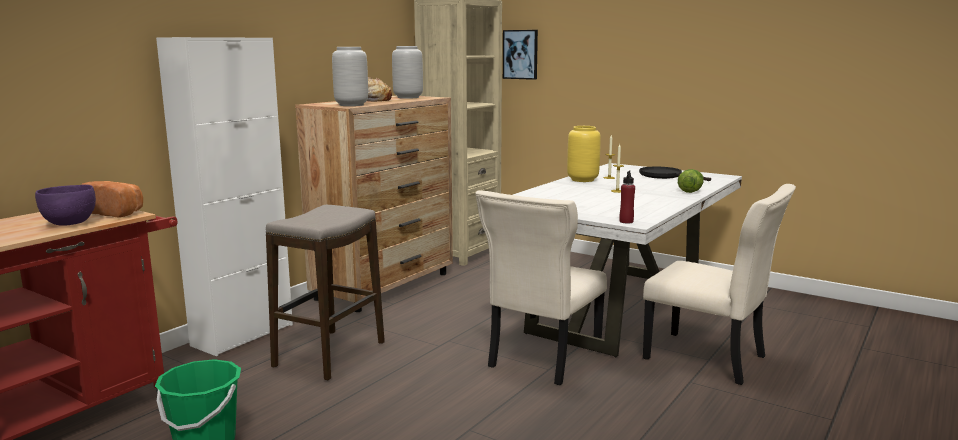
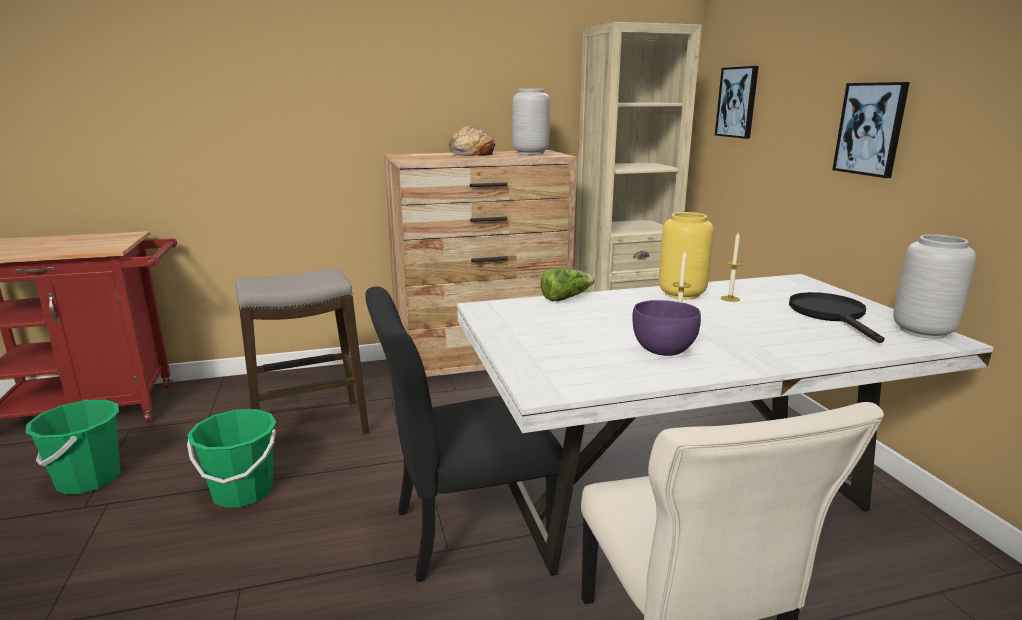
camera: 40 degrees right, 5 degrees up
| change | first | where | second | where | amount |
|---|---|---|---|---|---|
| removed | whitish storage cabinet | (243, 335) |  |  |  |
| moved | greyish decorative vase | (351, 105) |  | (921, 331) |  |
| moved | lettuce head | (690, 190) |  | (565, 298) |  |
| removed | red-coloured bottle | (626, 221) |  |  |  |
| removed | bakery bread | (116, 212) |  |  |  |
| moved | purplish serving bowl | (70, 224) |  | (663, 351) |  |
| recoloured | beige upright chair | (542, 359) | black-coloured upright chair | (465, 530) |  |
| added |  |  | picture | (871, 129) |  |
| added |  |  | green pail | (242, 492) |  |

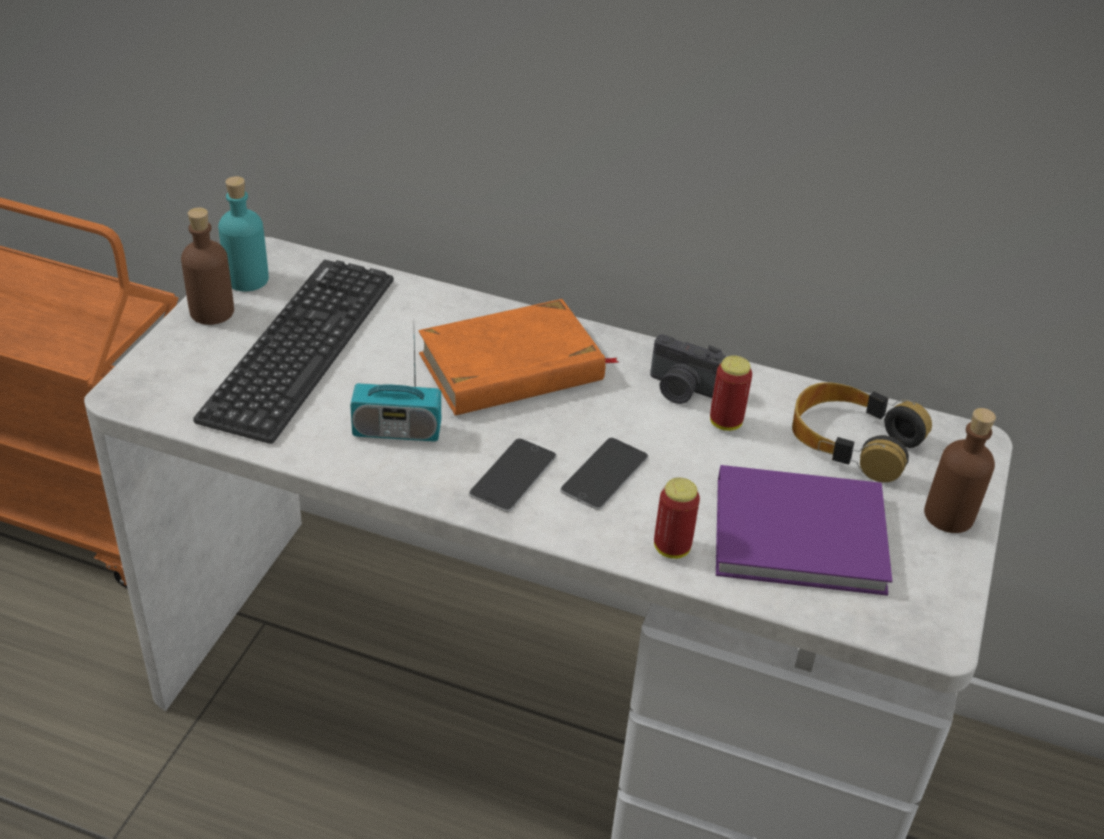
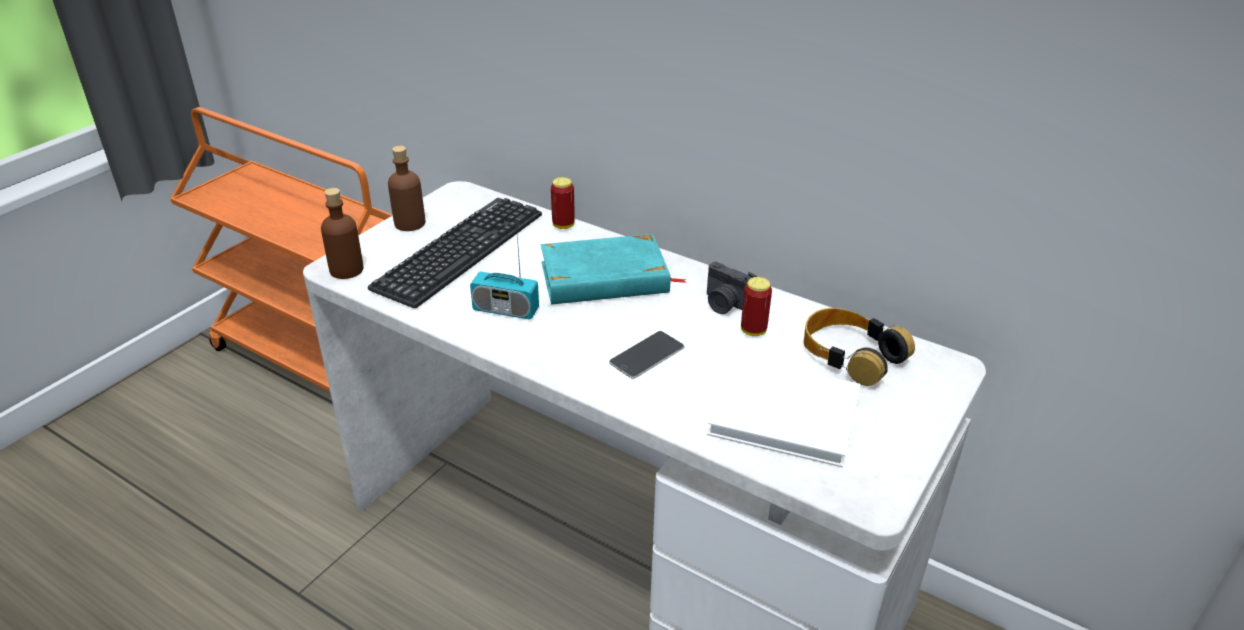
camera: 15 degrees right, 5 degrees down
| change | first | where | second | where | amount |
|---|---|---|---|---|---|
| removed | turquoise bottle | (247, 279) |  |  |  |
| recoloured | orangey book | (512, 368) | turquoise book | (605, 278) |  |
| moved | brown-coloured bottle | (949, 515) |  | (346, 270) |  |
| removed | phone | (513, 475) |  |  |  |
| recoloured | purplish book | (805, 535) | whitish book | (789, 416) |  |
| moved | sealed can | (671, 548) |  | (563, 225) |  |

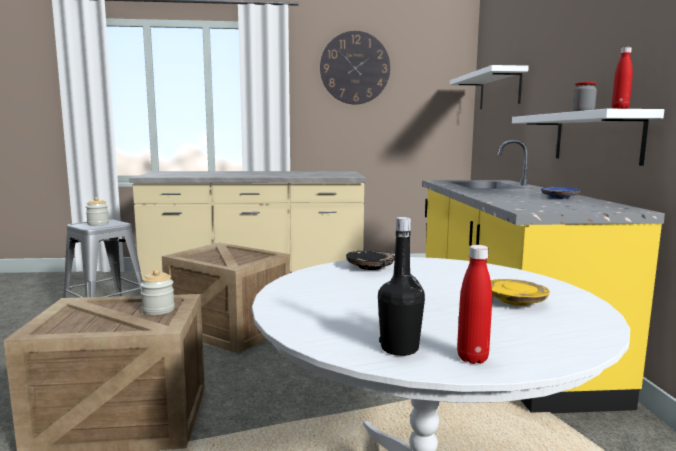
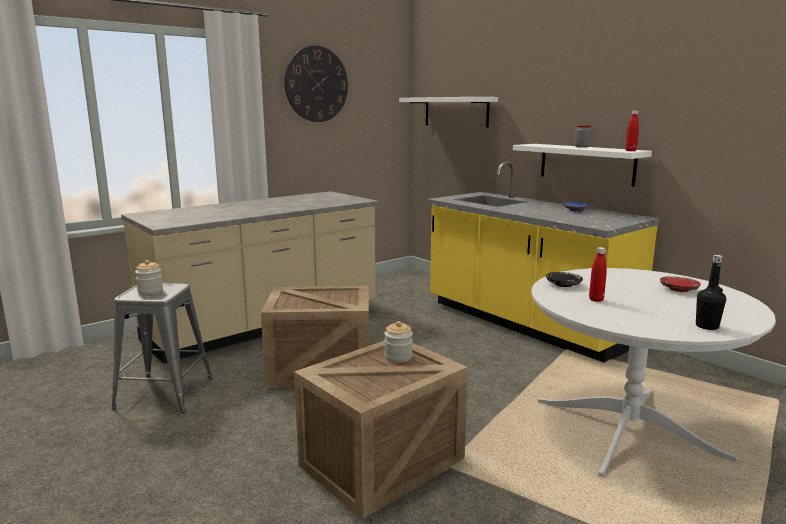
camera: 35 degrees left, 5 degrees up
| change | first | where | second | where | amount |
|---|---|---|---|---|---|
| moved | red-coloured bottle | (472, 358) |  | (596, 300) |  |
| recoloured | yellow plate | (515, 301) | red-coloured plate | (678, 289) |  |

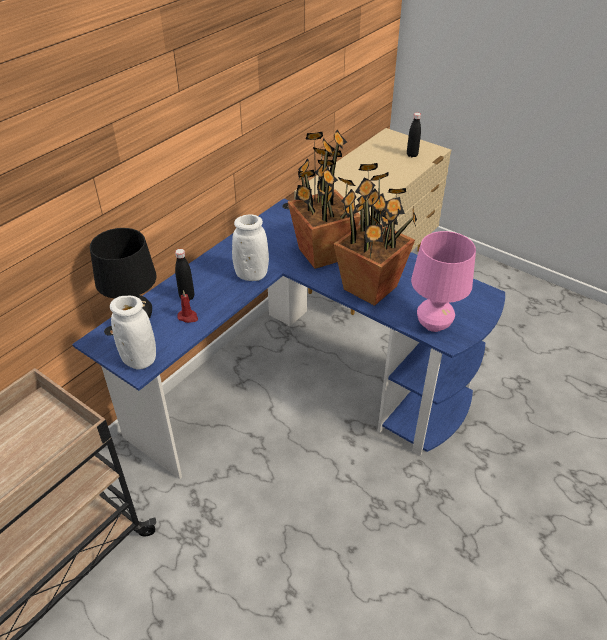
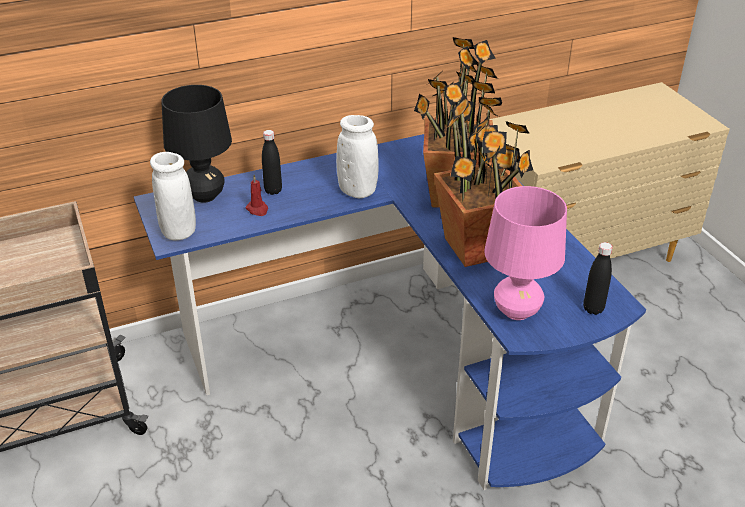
camera: 30 degrees right, 5 degrees down
| change | first | where | second | where | amount |
|---|---|---|---|---|---|
| moved | black-coloured bottle | (412, 155) |  | (593, 309) |  |

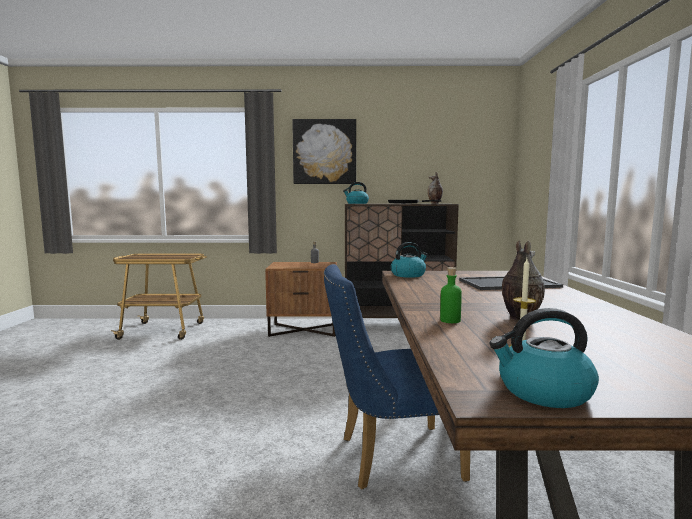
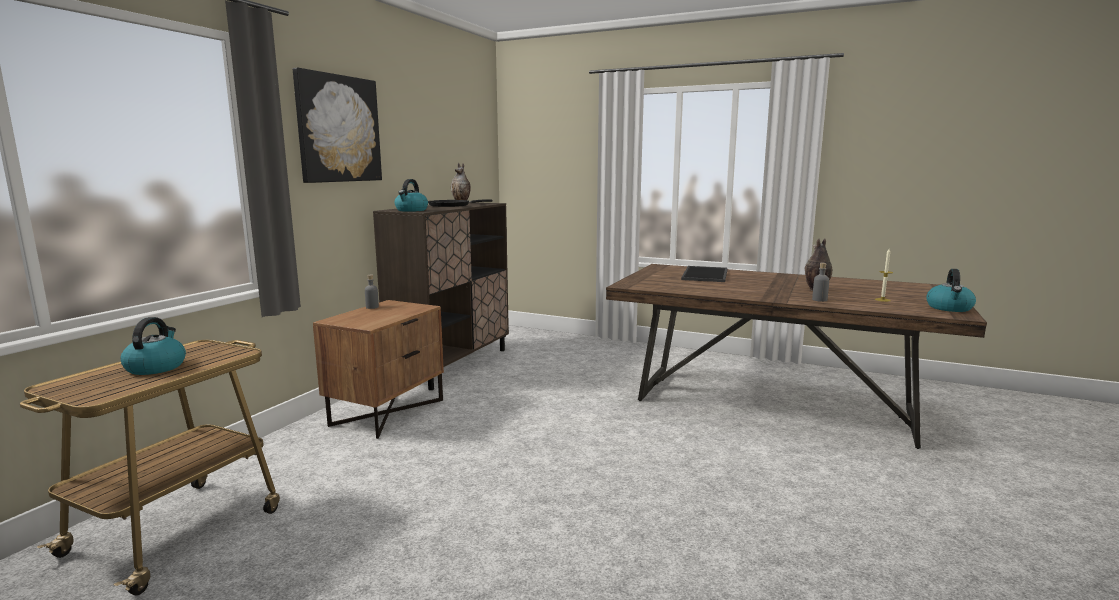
camera: 65 degrees left, 5 degrees up
| change | first | where | second | where | amount |
|---|---|---|---|---|---|
| moved | tea kettle | (408, 275) |  | (156, 367) |  |
| removed | bluish upright chair | (390, 457) |  |  |  |
| recoloured | green bottle | (450, 320) | greyish bottle | (819, 300) |  |

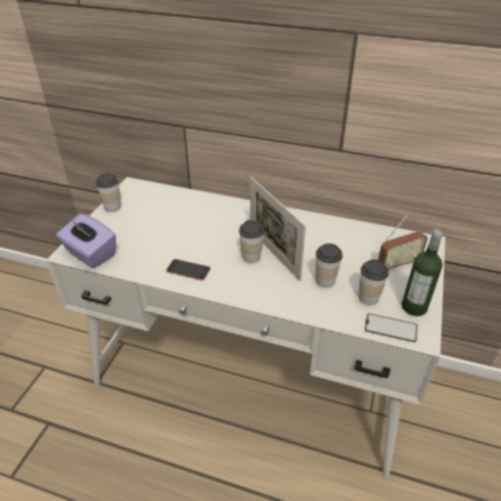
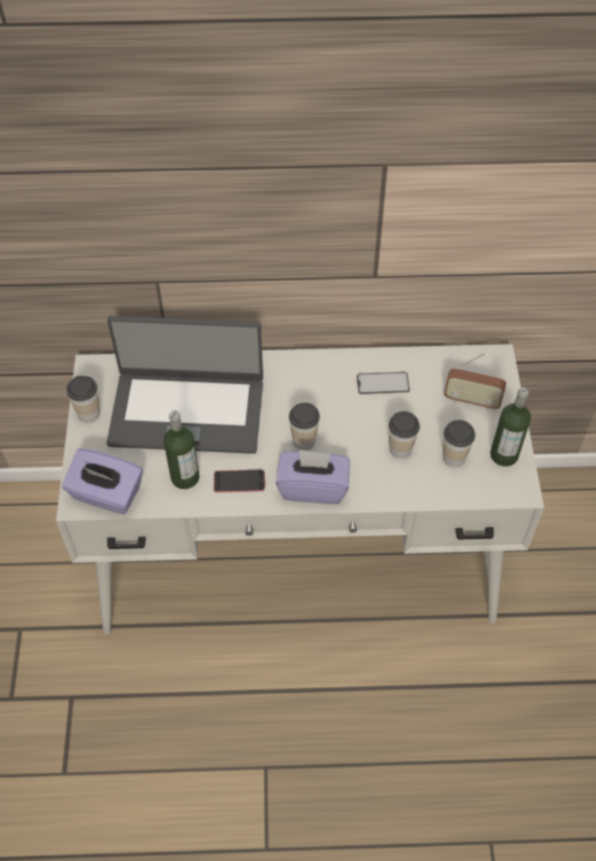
camera: 20 degrees left, 15 degrees up
| change | first | where | second | where | amount |
|---|---|---|---|---|---|
| removed | photo frame | (274, 253) |  |  |  |
| turned | radio set | (398, 264) |  | (471, 401) | 60 degrees clockwise |
| moved | phone | (390, 328) |  | (383, 383) |  |
| added |  |  | laptop | (187, 411) |  |
| added |  |  | bottle | (185, 477) |  |
| added |  |  | purplish tissue holder | (313, 487) |  |

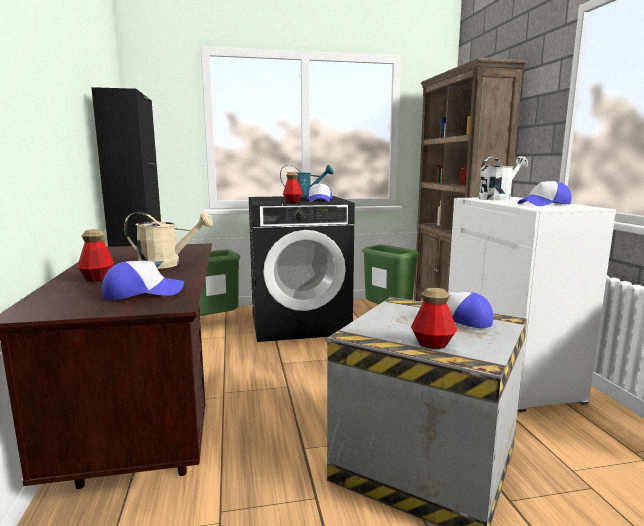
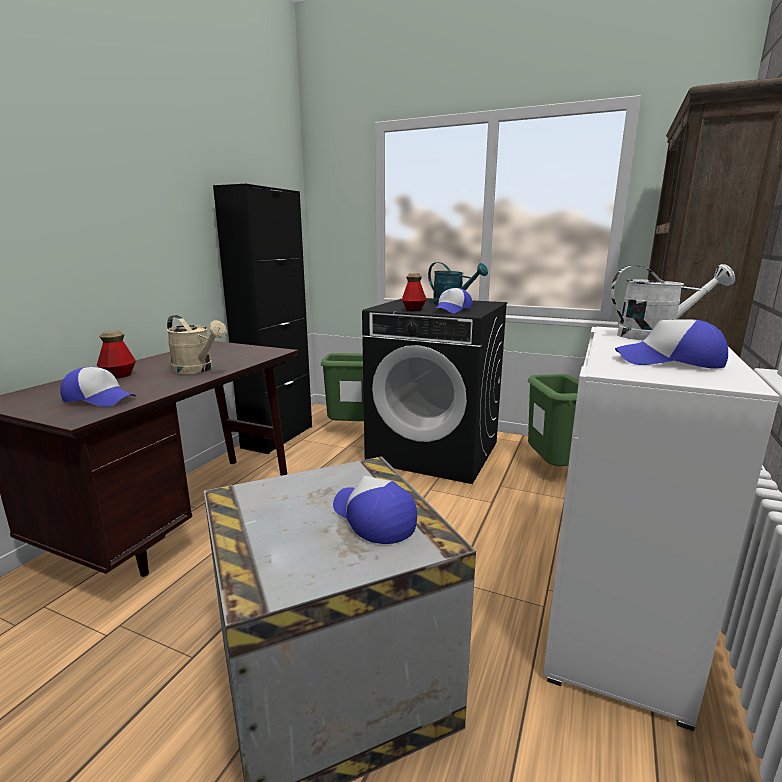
camera: 35 degrees right, 5 degrees up
| change | first | where | second | where | amount |
|---|---|---|---|---|---|
| removed | bottle | (432, 344) |  |  |  |

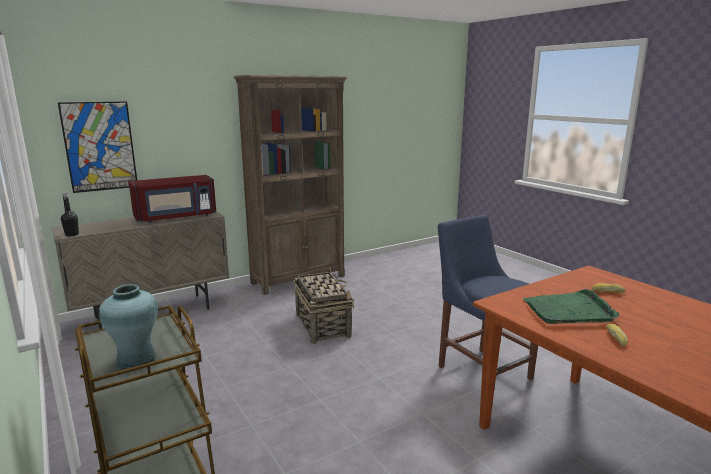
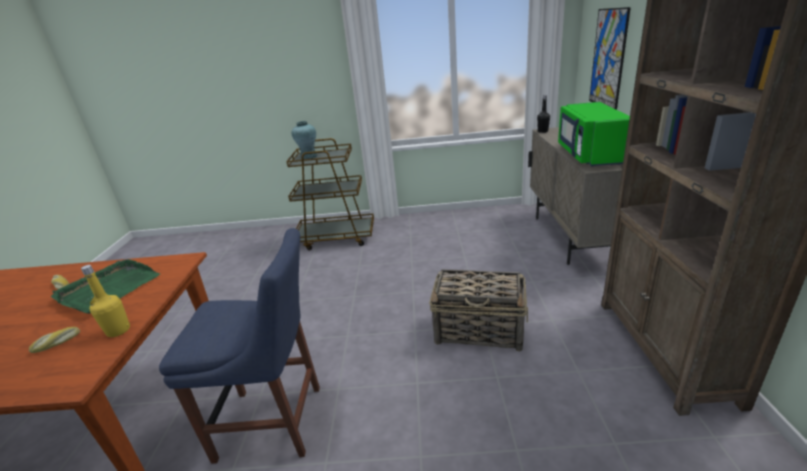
camera: 125 degrees right, 10 degrees up
| change | first | where | second | where | amount |
|---|---|---|---|---|---|
| recoloured | red-coloured kitchen microwave | (176, 217) | green kitchen microwave | (589, 155) |  |
| added |  |  | yellow bottle | (118, 330) |  |

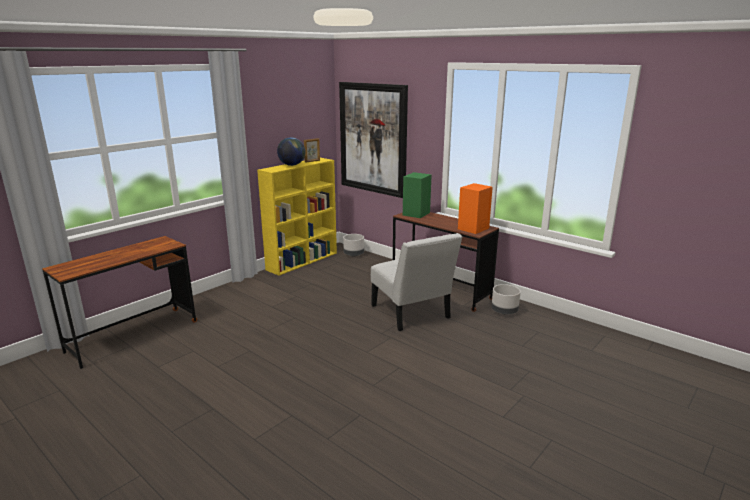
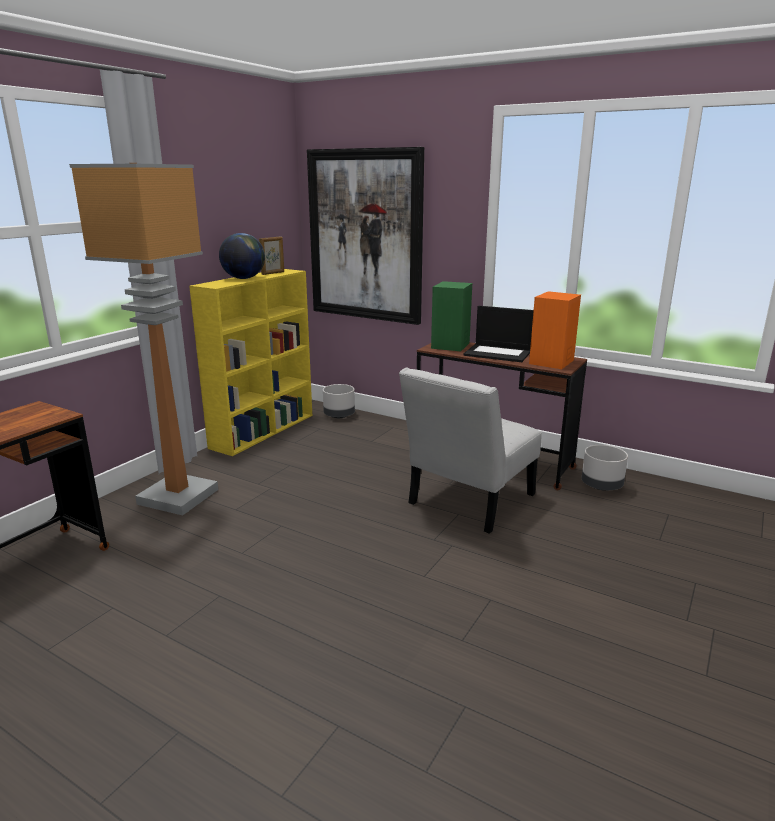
camera: 10 degrees left, 0 degrees up
| change | first | where | second | where | amount |
|---|---|---|---|---|---|
| turned | whitish upright chair | (412, 314) |  | (467, 502) | 75 degrees clockwise |
| added |  |  | standard lamp | (178, 496) |  |
| added |  |  | laptop | (498, 353) |  |

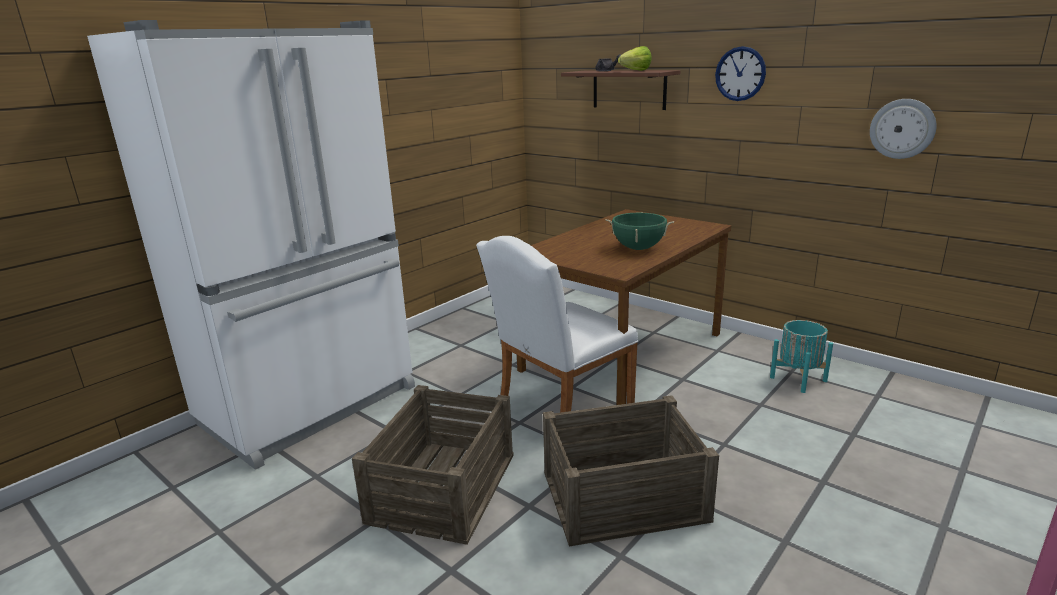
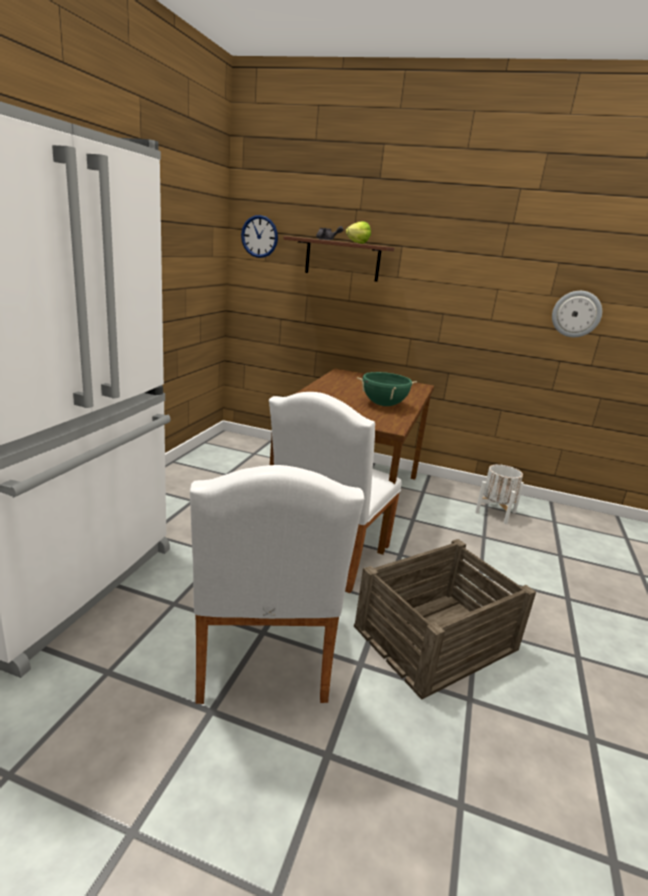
camera: 25 degrees left, 0 degrees up
| change | first | where | second | where | amount |
|---|---|---|---|---|---|
| moved | clock on the wall | (740, 74) |  | (259, 236) |  |
| recoloured | turquoise plant pot | (798, 379) | whitish plant pot | (495, 512) |  |
| replaced | shipping crate | (441, 487) | whitish upright chair | (262, 659) |  |

